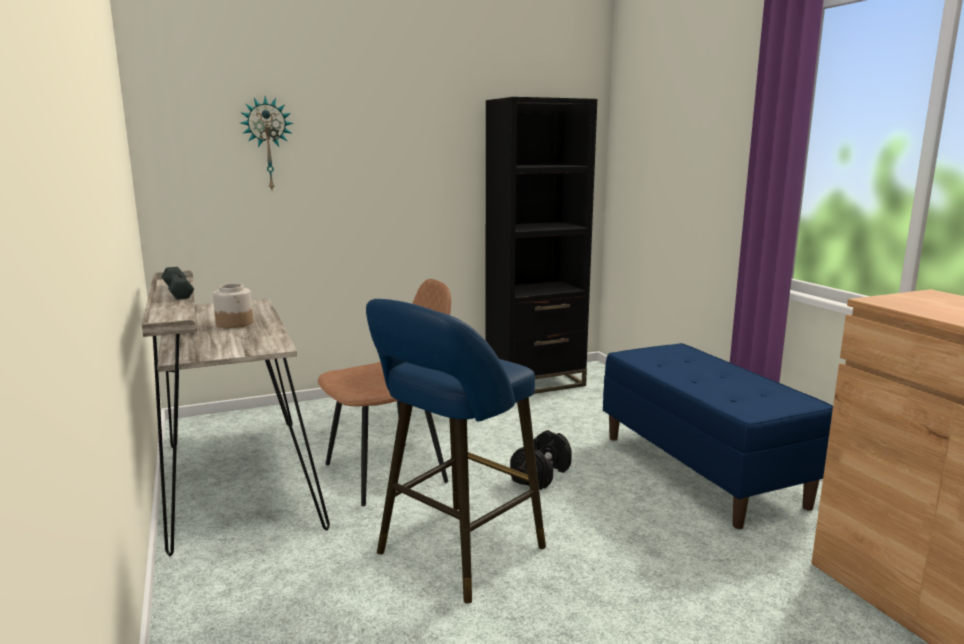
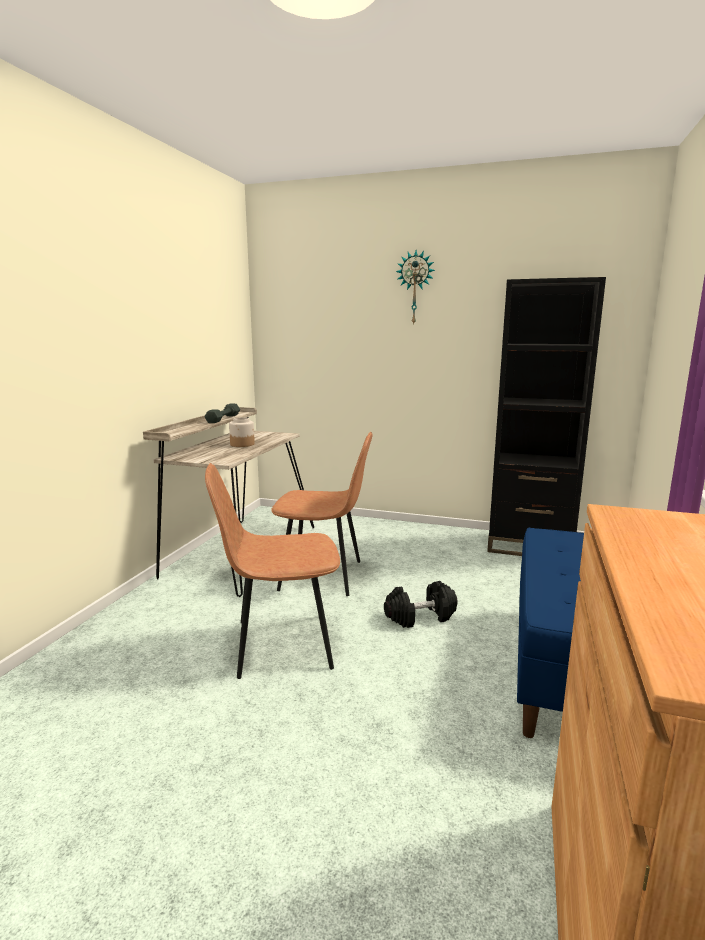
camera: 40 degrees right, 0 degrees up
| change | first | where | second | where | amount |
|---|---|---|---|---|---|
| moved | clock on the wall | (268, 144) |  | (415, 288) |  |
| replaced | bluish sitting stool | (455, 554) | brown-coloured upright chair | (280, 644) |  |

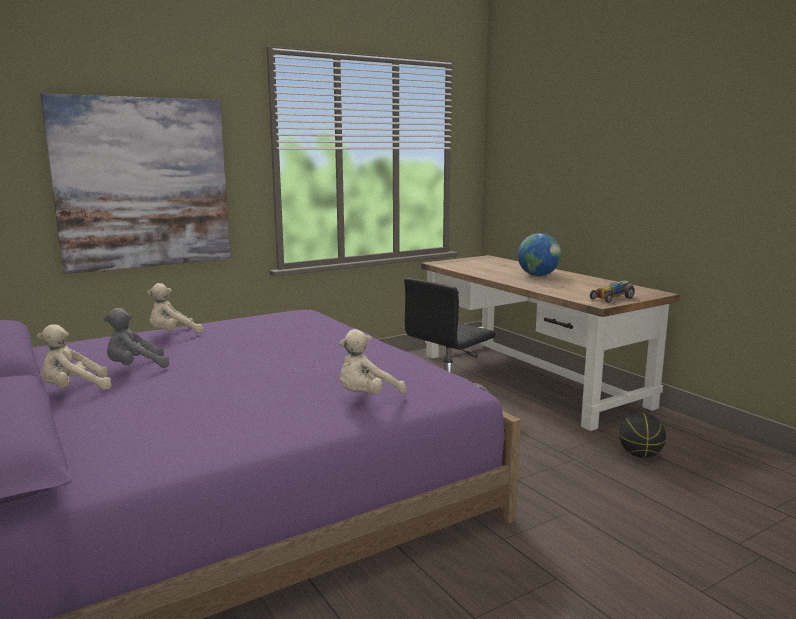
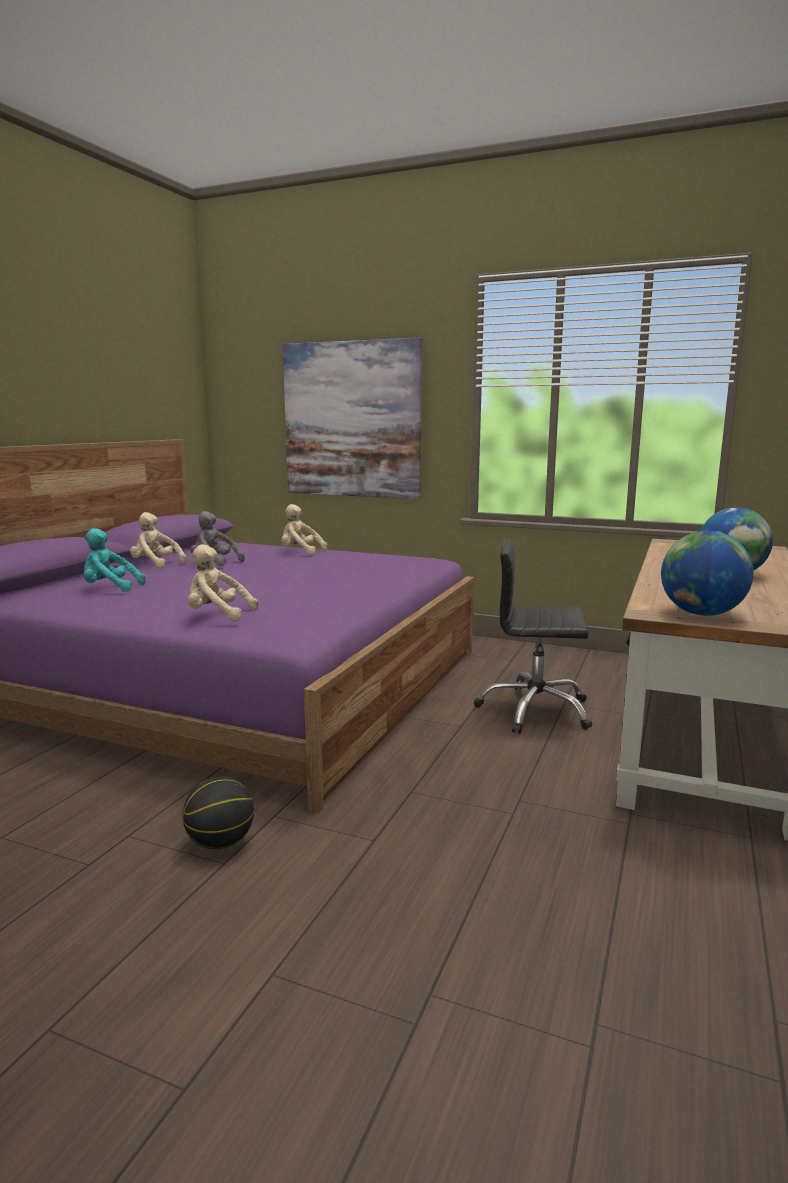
camera: 55 degrees right, 0 degrees up
| change | first | where | second | where | amount |
|---|---|---|---|---|---|
| replaced | model car | (613, 298) | world globe | (701, 614) |  |
| moved | basketball | (640, 455) |  | (220, 842) |  |
| added |  |  | turquoise cuddly toy | (110, 588) |  |

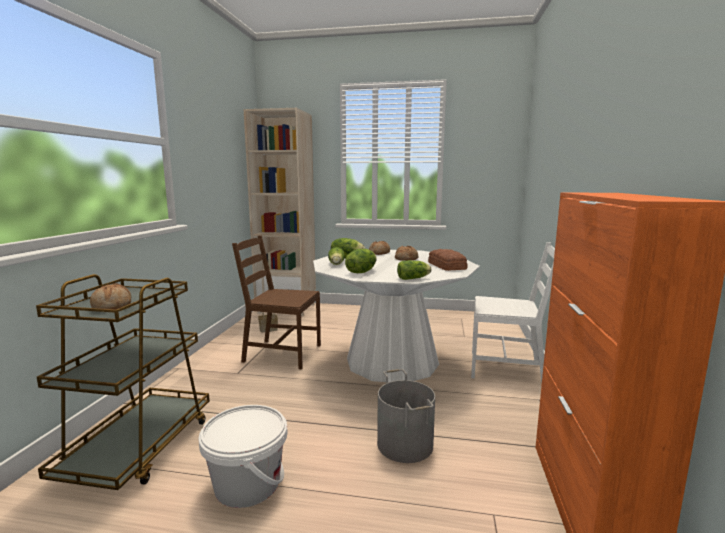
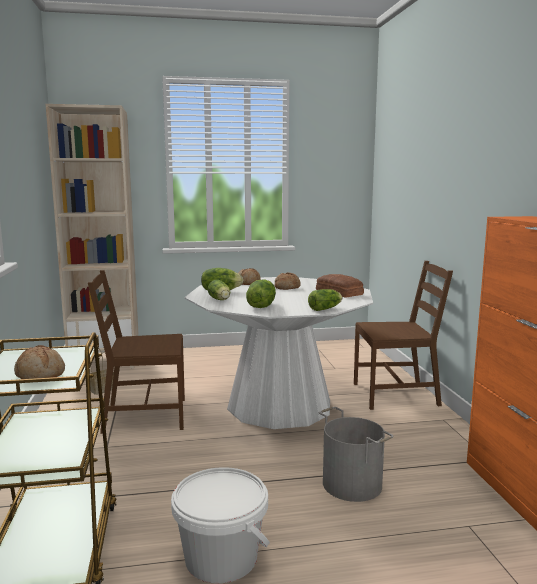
camera: 20 degrees left, 0 degrees up
| change | first | where | second | where | amount |
|---|---|---|---|---|---|
| recoloured | whitish upright chair | (506, 368) | brown-coloured upright chair | (396, 394) |  |

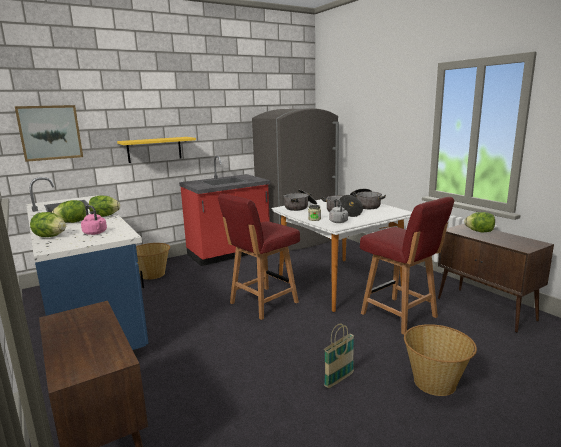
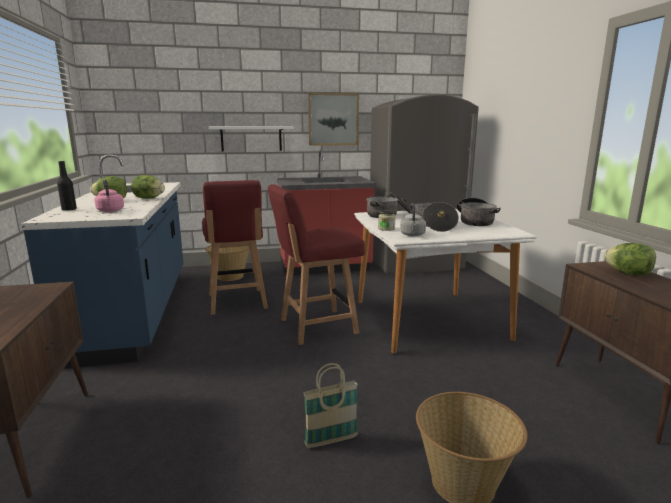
camera: 20 degrees right, 0 degrees up
| change | first | where | second | where | amount |
|---|---|---|---|---|---|
| moved | picture | (50, 132) |  | (333, 119) |  |
| recoloured | yellow wall shelf | (154, 149) | whitish wall shelf | (251, 138) |  |
| moved | red-coloured upright chair | (400, 316) |  | (237, 302) |  |
| replaced | lettuce head | (50, 236) | black-coloured bottle | (69, 209) |  |

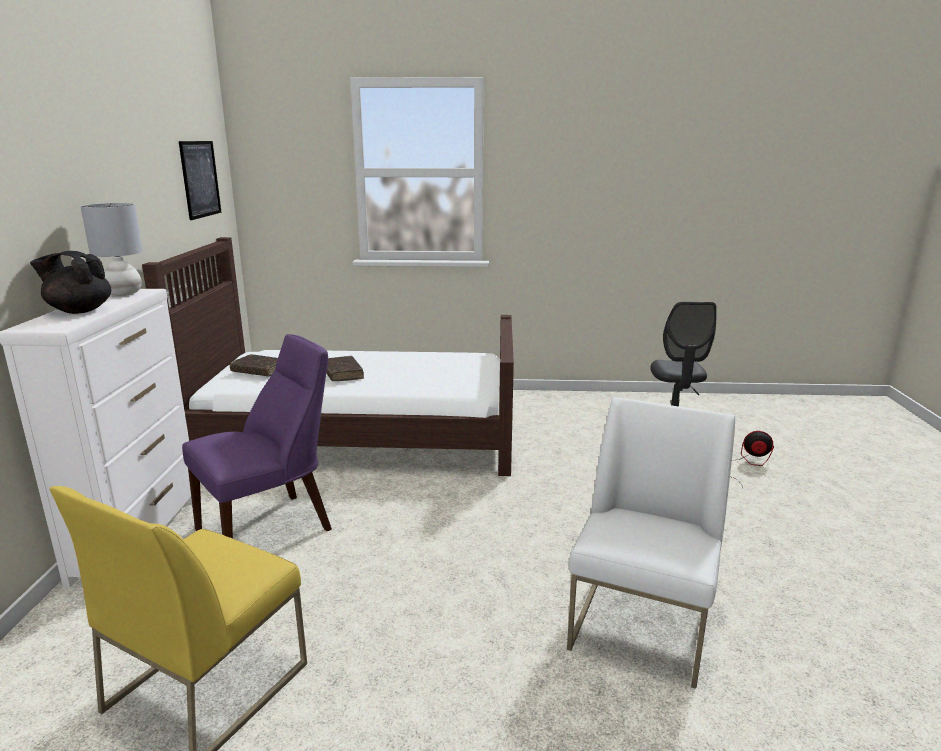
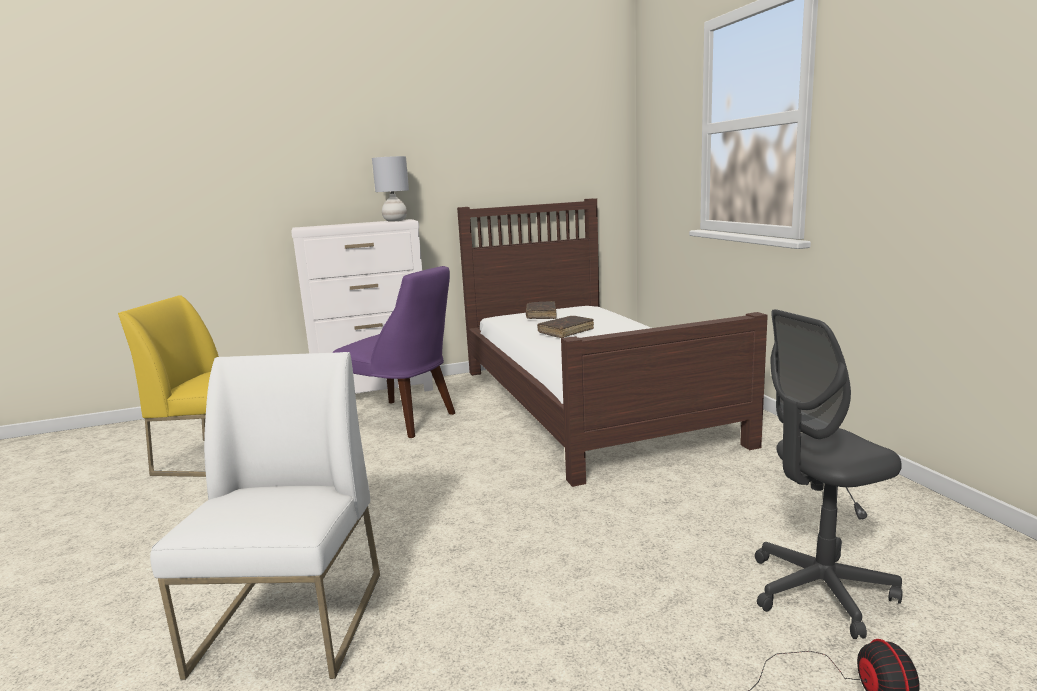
camera: 70 degrees right, 5 degrees down
| change | first | where | second | where | amount |
|---|---|---|---|---|---|
| removed | picture | (200, 179) |  |  |  |
| removed | black-coloured pot for tea | (79, 310) |  |  |  |
| turned | whitish upright chair | (642, 626) |  | (291, 622) | 90 degrees counterclockwise |

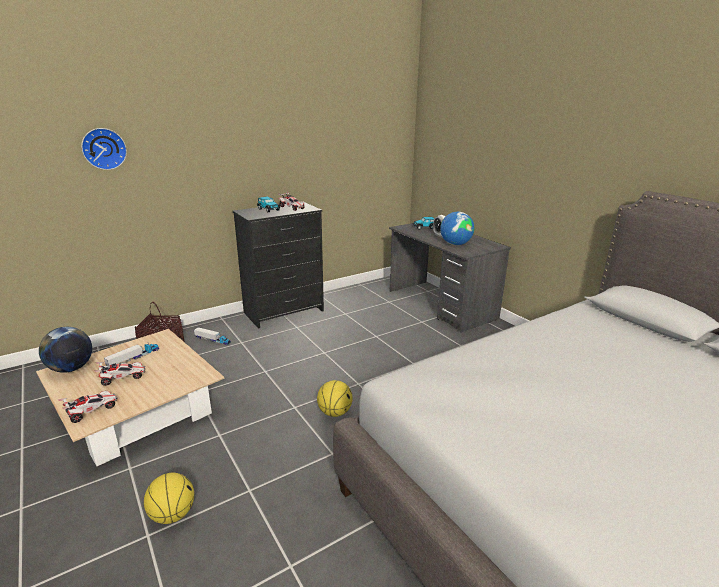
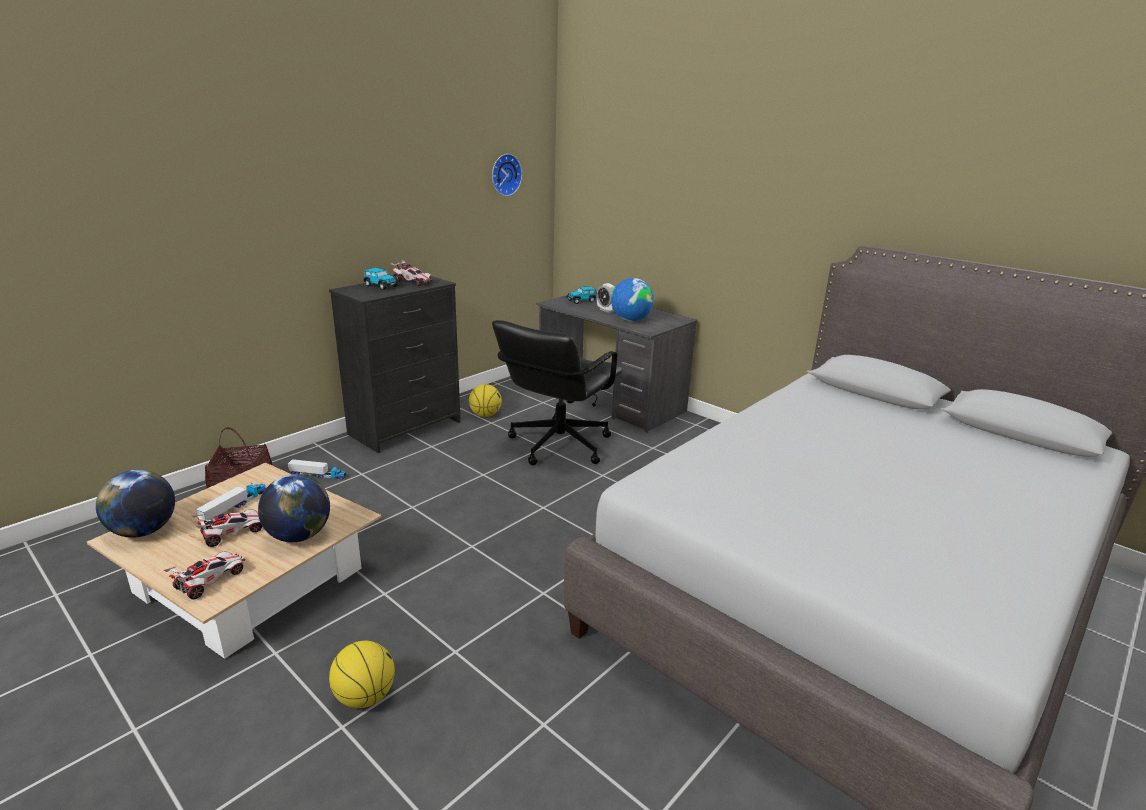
camera: 15 degrees left, 0 degrees up
| change | first | where | second | where | amount |
|---|---|---|---|---|---|
| moved | clock on the wall | (104, 148) |  | (504, 174) |  |
| moved | basketball | (335, 412) |  | (485, 415) |  |
| added |  |  | black-coloured office chair | (558, 444) |  |
| added |  |  | world globe | (299, 536) |  |

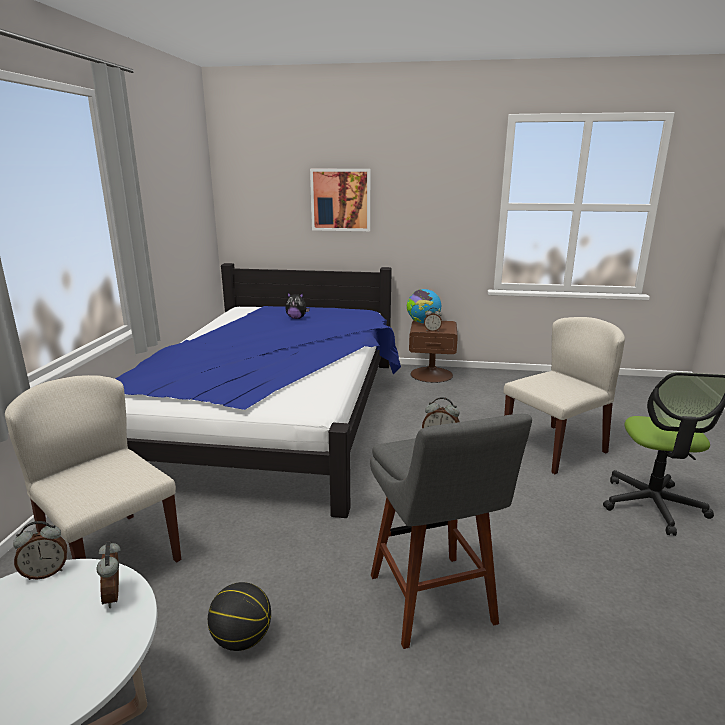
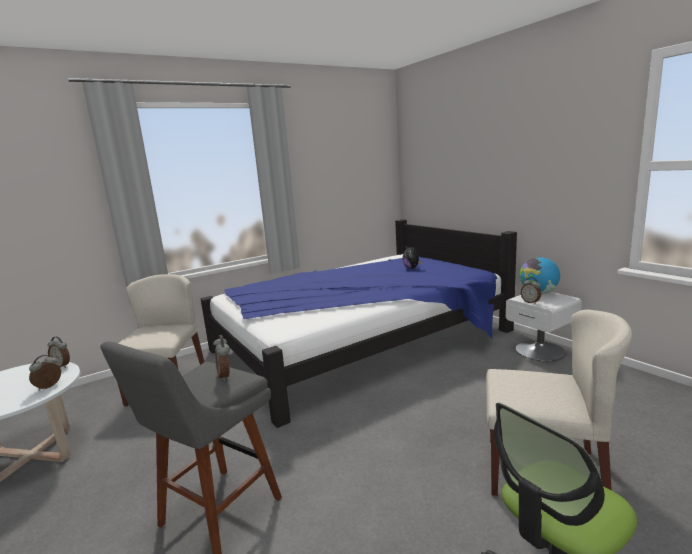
camera: 50 degrees right, 5 degrees down
| change | first | where | second | where | amount |
|---|---|---|---|---|---|
| removed | picture | (340, 200) |  |  |  |
| recoloured | brown-coloured nightstand | (431, 374) | whitish nightstand | (540, 350) |  |
| removed | basketball | (242, 639) |  |  |  |

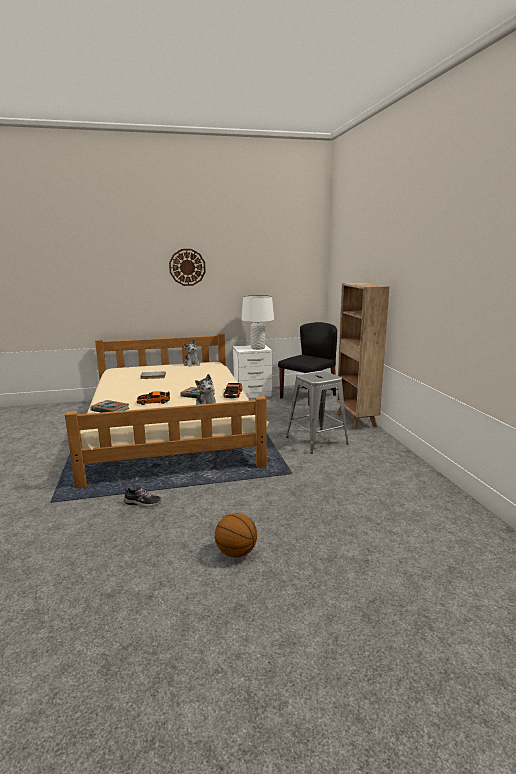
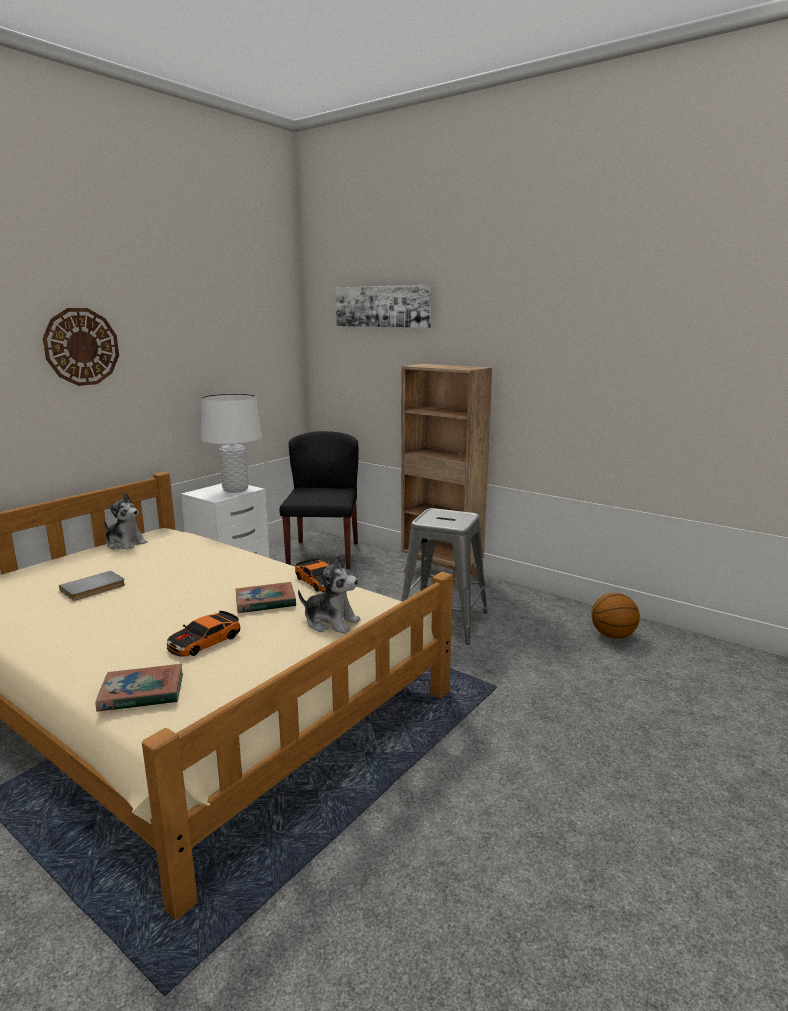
camera: 40 degrees left, 0 degrees up
| change | first | where | second | where | amount |
|---|---|---|---|---|---|
| removed | item of footwear | (143, 503) |  |  |  |
| moved | basketball | (236, 553) |  | (613, 636) |  |
| added |  |  | picture | (383, 306) |  |

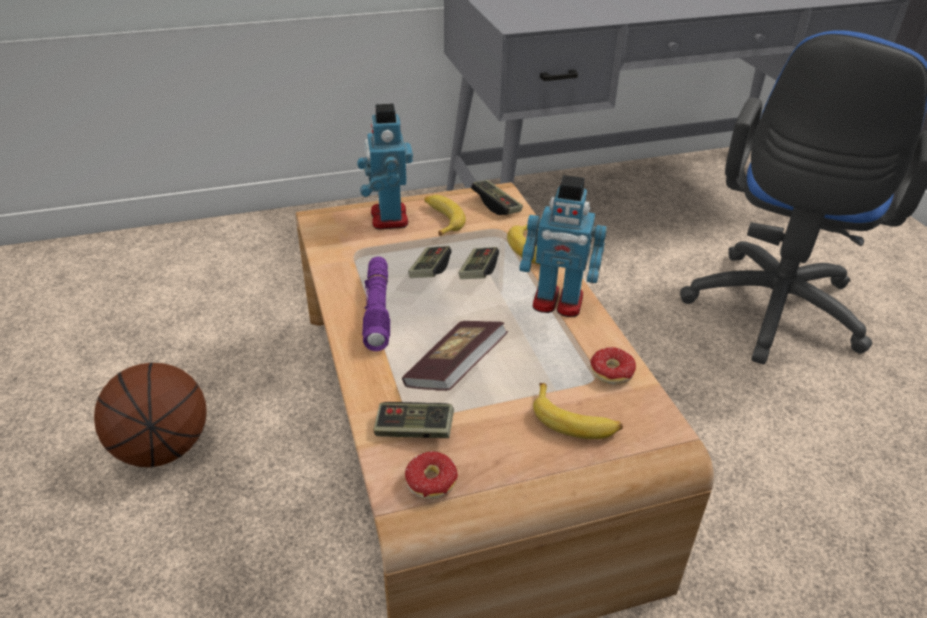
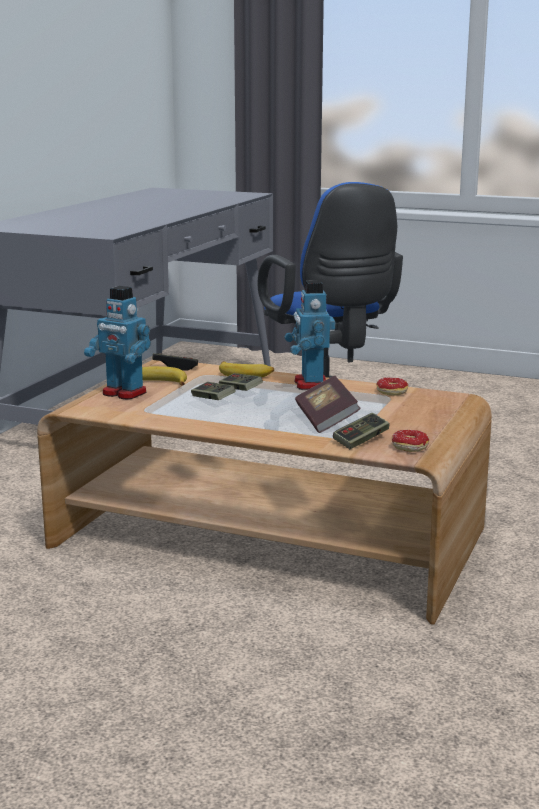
camera: 50 degrees left, 20 degrees down
| change | first | where | second | where | amount |
|---|---|---|---|---|---|
| turned | model robot | (557, 303) |  | (310, 384) | 120 degrees clockwise |
| removed | purplish hand torch | (377, 310) |  |  |  |
| removed | basketball | (162, 448) |  |  |  |
| removed | whole banana | (575, 420) |  |  |  |

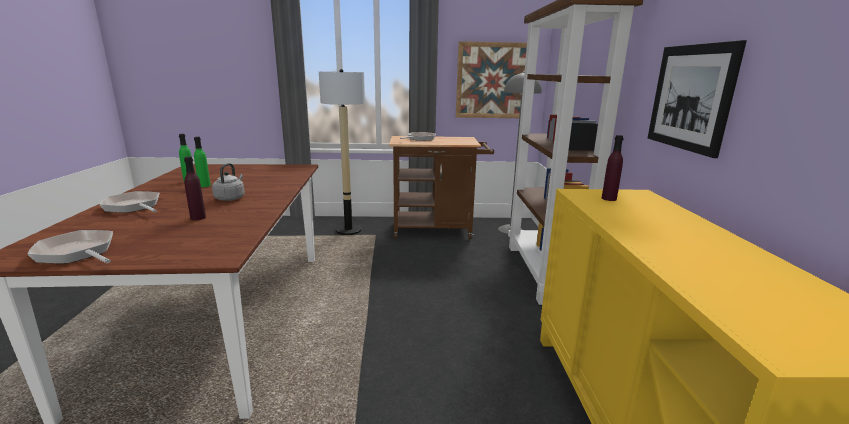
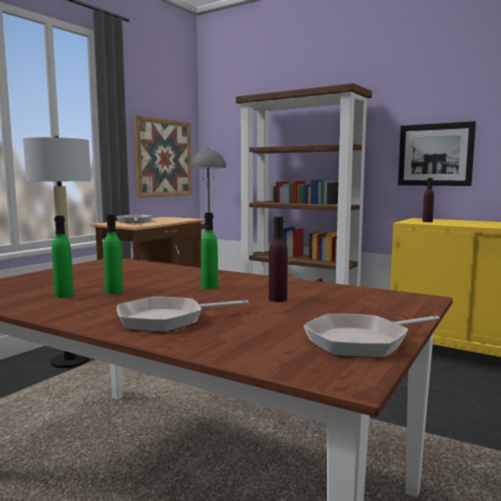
camera: 55 degrees left, 10 degrees down
| change | first | where | second | where | amount |
|---|---|---|---|---|---|
| replaced | greyish tea kettle | (231, 198) | green bottle | (209, 286) |  |

